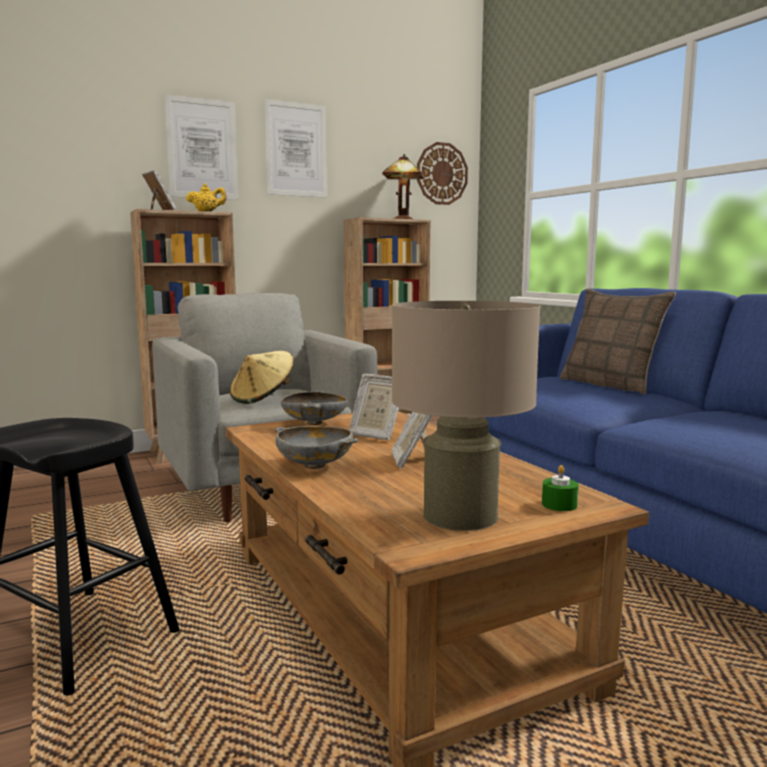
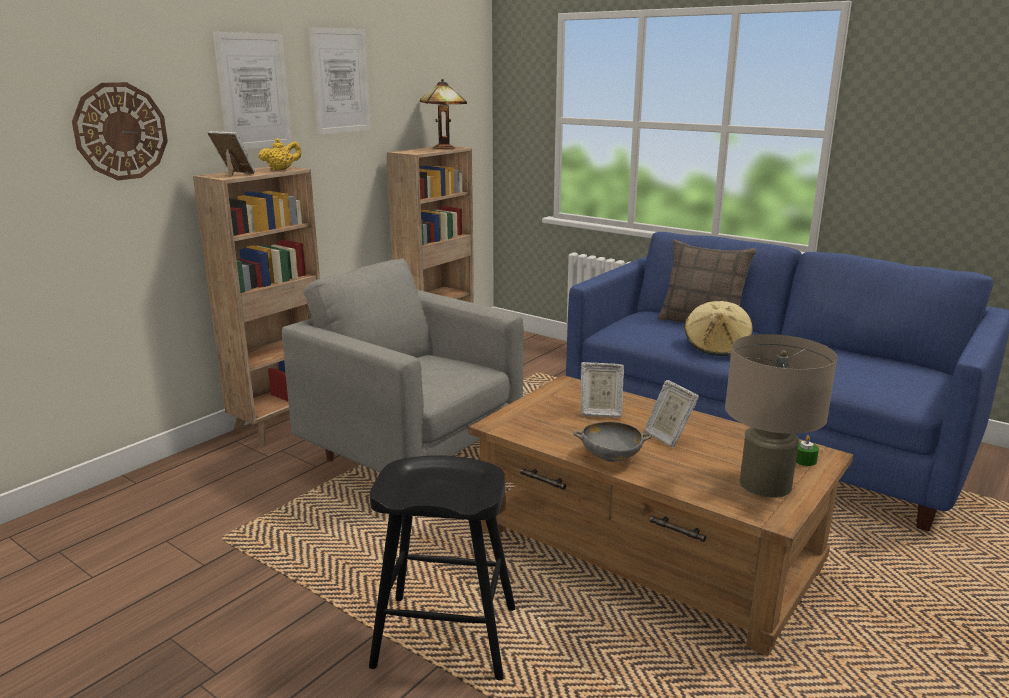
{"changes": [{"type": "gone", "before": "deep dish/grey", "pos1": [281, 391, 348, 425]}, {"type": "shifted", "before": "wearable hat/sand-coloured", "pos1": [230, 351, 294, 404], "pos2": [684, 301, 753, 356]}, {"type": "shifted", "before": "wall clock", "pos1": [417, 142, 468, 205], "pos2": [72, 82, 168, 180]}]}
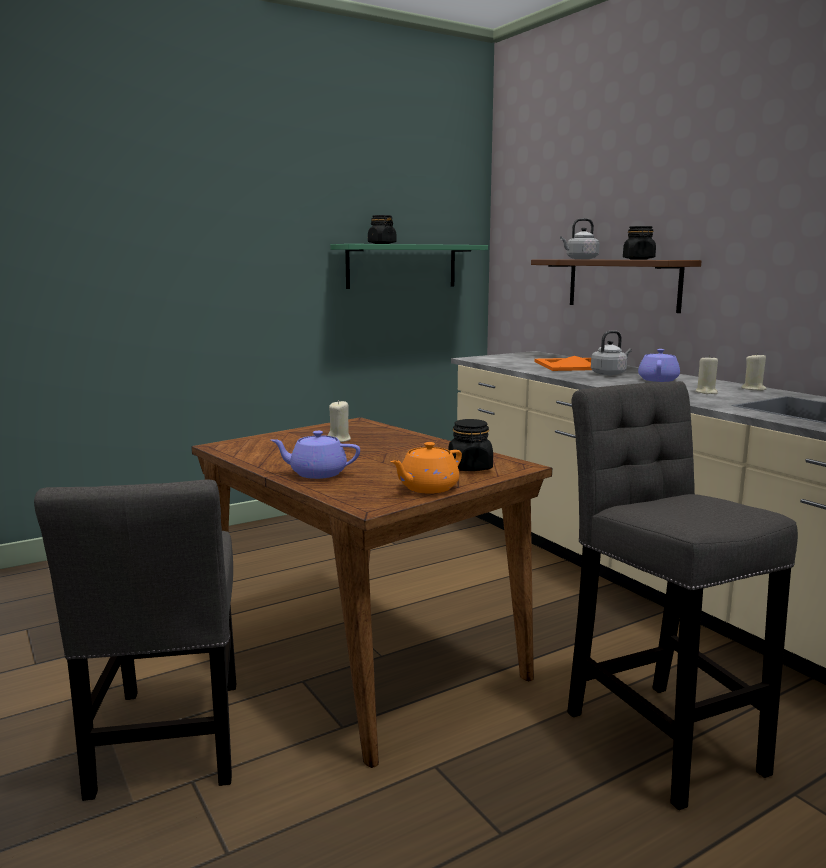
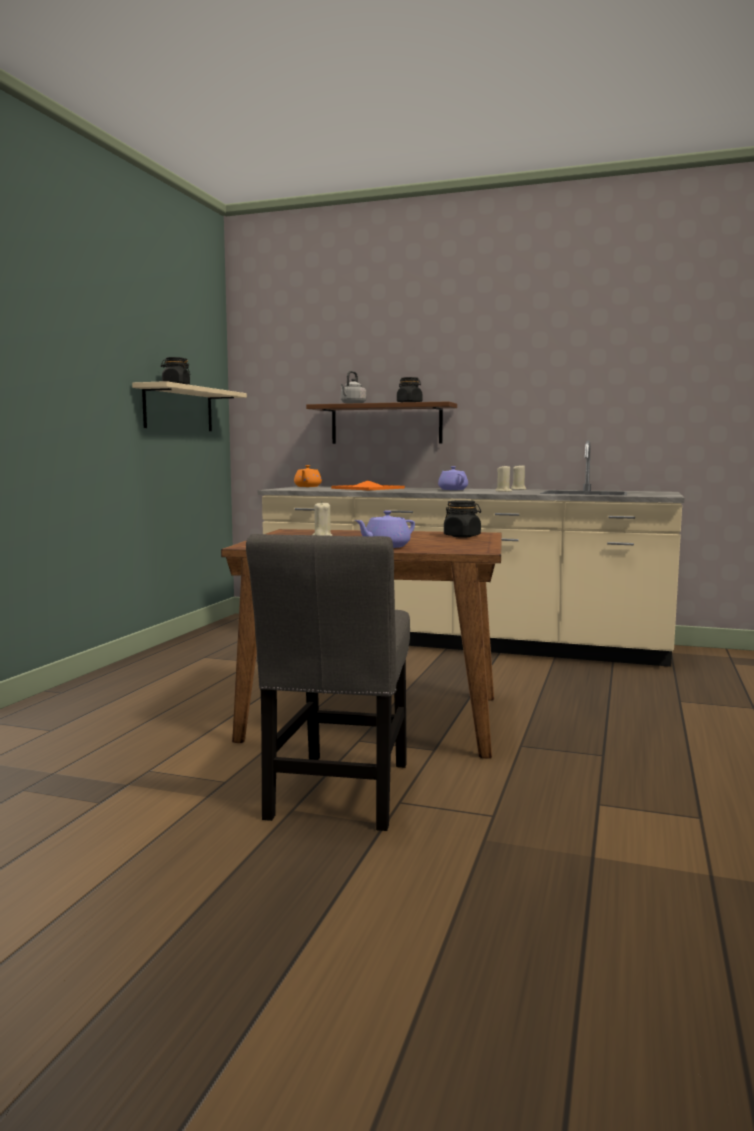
{"changes": [{"type": "gone", "before": "stool seat/grey", "pos1": [567, 381, 798, 810]}, {"type": "gone", "before": "tea kettle/grey", "pos1": [591, 331, 632, 375]}, {"type": "shifted", "before": "pot for tea/orange", "pos1": [390, 442, 462, 494], "pos2": [294, 465, 322, 487]}, {"type": "repainted", "before": "shelf/green", "after": "shelf/sand-coloured", "pos1": [331, 244, 488, 289], "pos2": [132, 381, 247, 431]}, {"type": "rotated", "before": "chair/grey", "pos1": [34, 479, 236, 801], "pos2": [246, 534, 410, 831], "turn": 60}]}
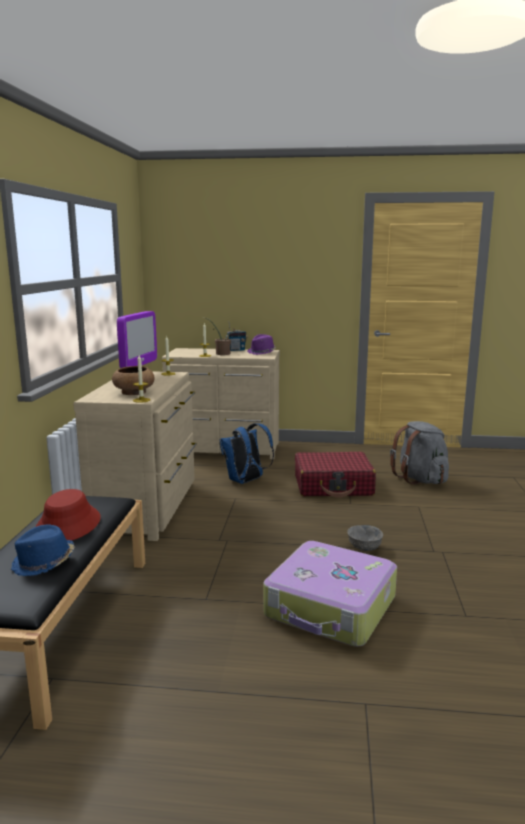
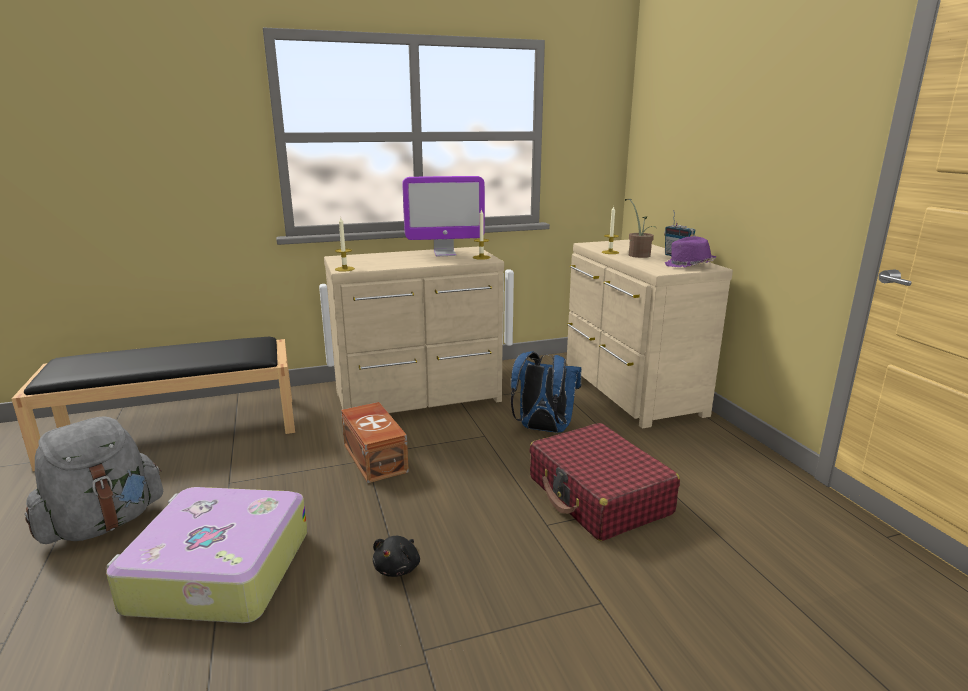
{"changes": [{"type": "gone", "before": "wearable hat/bluish", "pos1": [11, 524, 75, 576]}, {"type": "gone", "before": "wearable hat/red", "pos1": [36, 489, 101, 541]}, {"type": "gone", "before": "deep dish/brown-coloured", "pos1": [112, 366, 154, 395]}, {"type": "new", "after": "storage box/brown-coloured", "pos2": [341, 402, 409, 483]}, {"type": "shifted", "before": "backpack/grey", "pos1": [390, 421, 449, 485], "pos2": [25, 416, 163, 544]}, {"type": "swapped", "before": "deep dish/grey", "after": "soft toy/black-coloured", "pos1": [347, 525, 383, 551], "pos2": [373, 536, 420, 577]}]}
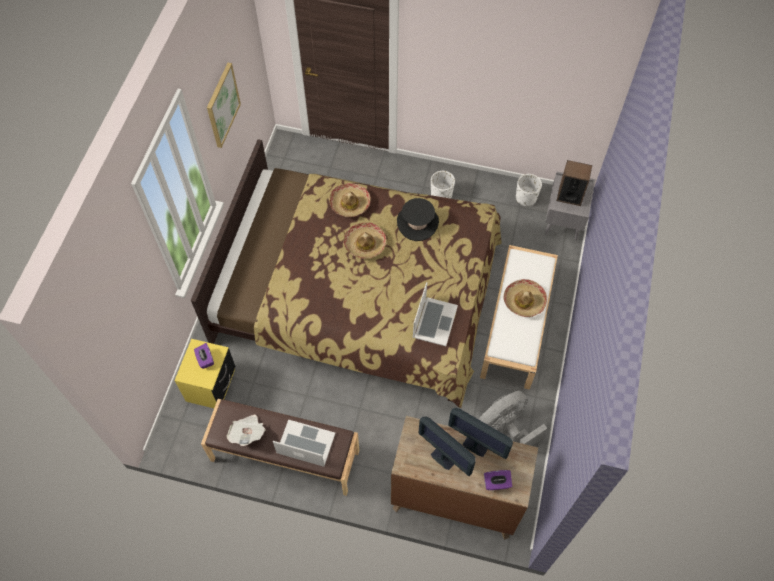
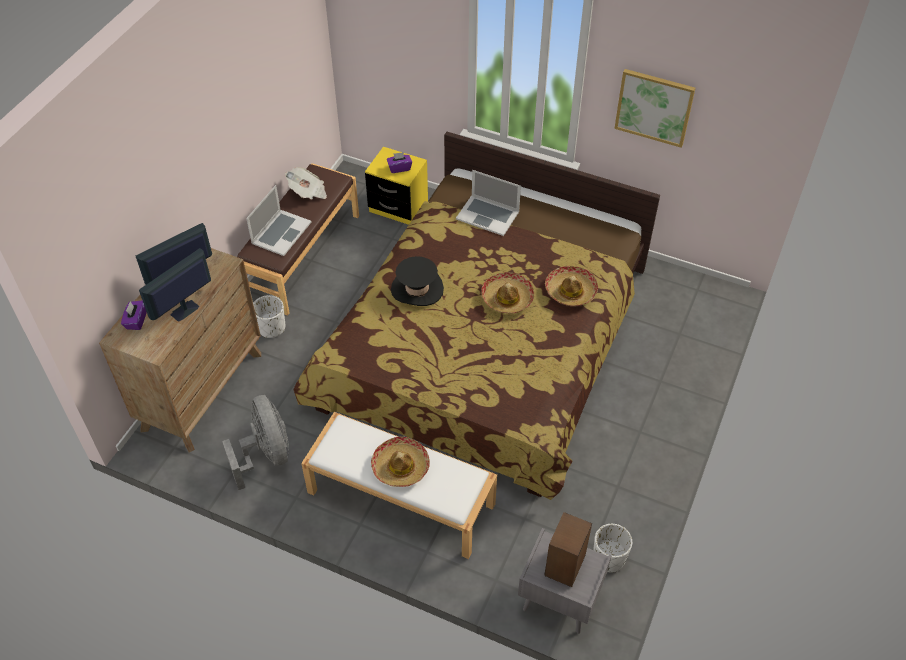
{"changes": [{"type": "shifted", "before": "wearable hat/black-coloured", "pos1": [397, 198, 439, 241], "pos2": [391, 256, 444, 306]}, {"type": "shifted", "before": "portable computer", "pos1": [413, 282, 458, 346], "pos2": [456, 170, 521, 236]}, {"type": "shifted", "before": "flower pot/white", "pos1": [431, 171, 455, 199], "pos2": [253, 295, 285, 338]}]}
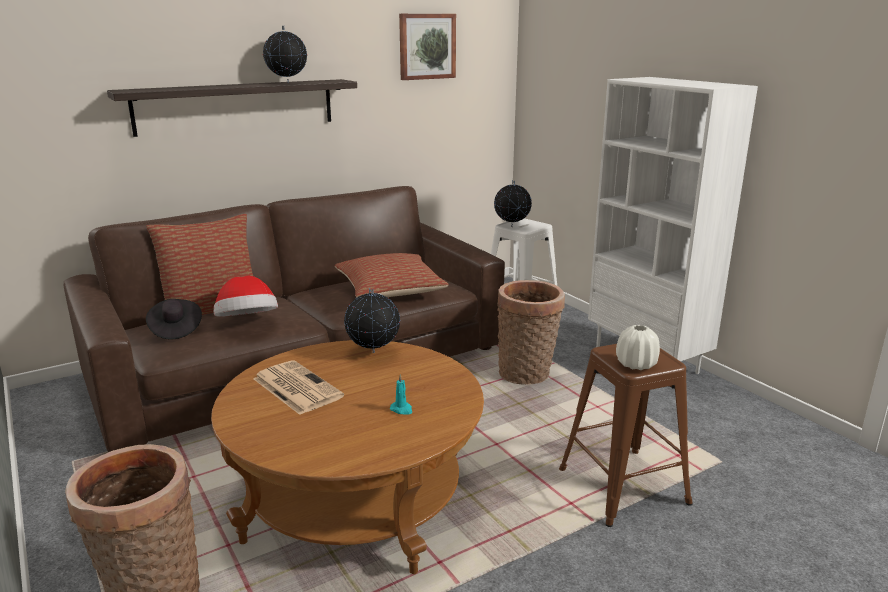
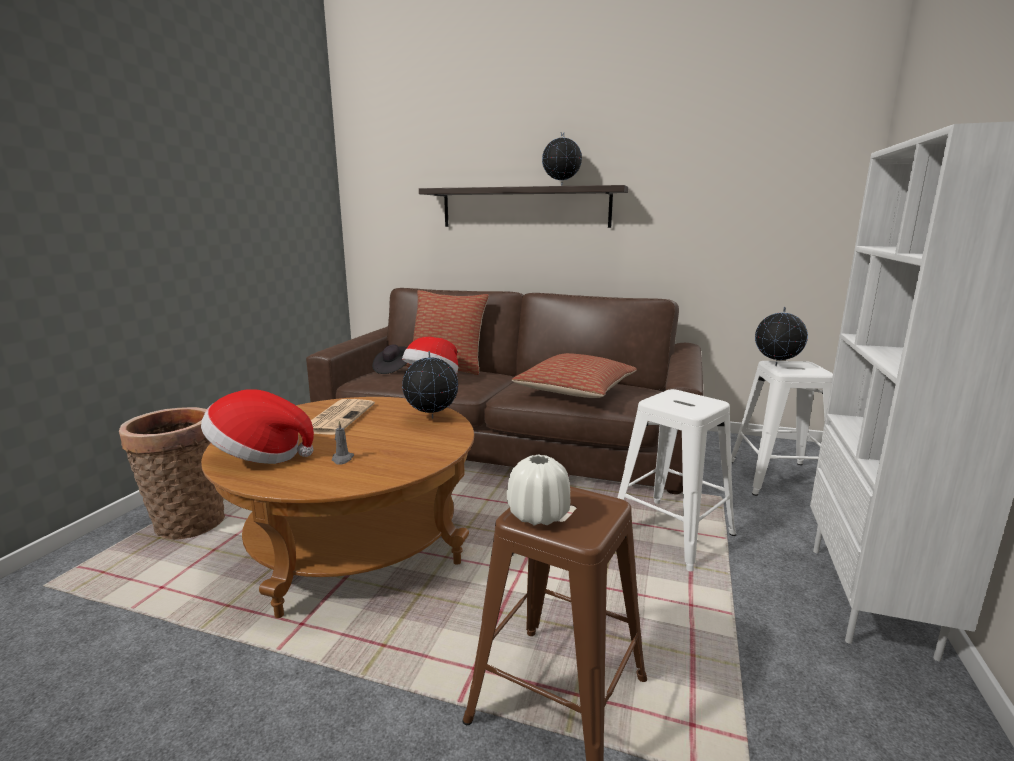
{"changes": [{"type": "gone", "before": "picture", "pos1": [399, 14, 456, 80]}, {"type": "new", "after": "wearable hat", "pos2": [201, 389, 314, 464]}, {"type": "swapped", "before": "household basket", "after": "stool seat/white", "pos1": [497, 280, 565, 385], "pos2": [618, 389, 736, 571]}, {"type": "repainted", "before": "wax light/turquoise-coloured", "after": "wax light/grey", "pos1": [390, 374, 412, 415], "pos2": [332, 421, 354, 465]}]}
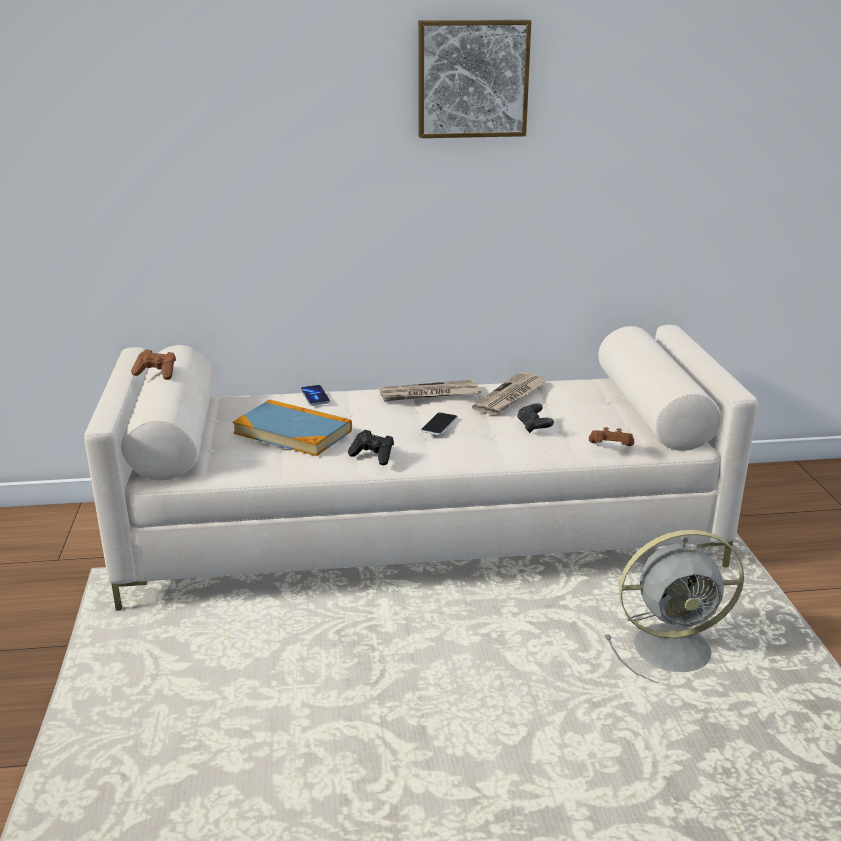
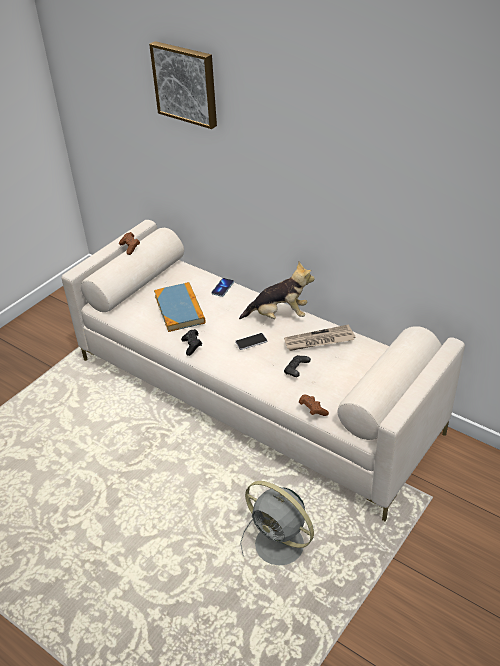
{"changes": [{"type": "shifted", "before": "picture", "pos1": [418, 20, 531, 138], "pos2": [149, 41, 217, 129]}, {"type": "swapped", "before": "newspaper", "after": "soft toy", "pos1": [379, 379, 481, 401], "pos2": [239, 261, 315, 319]}]}
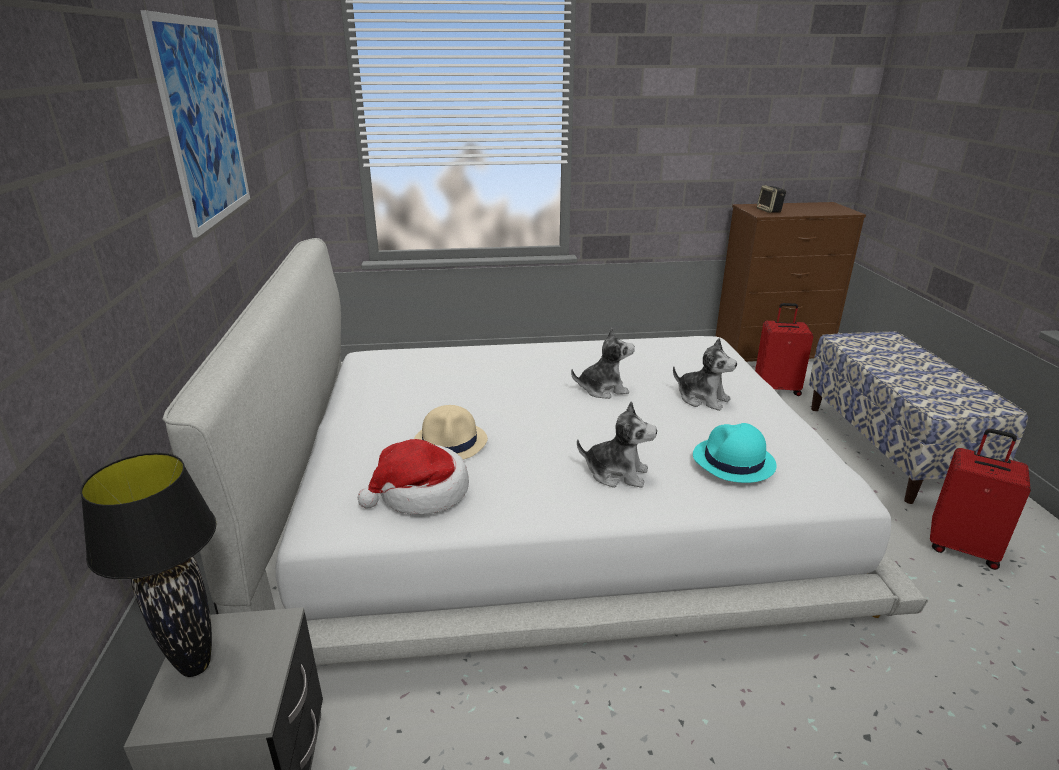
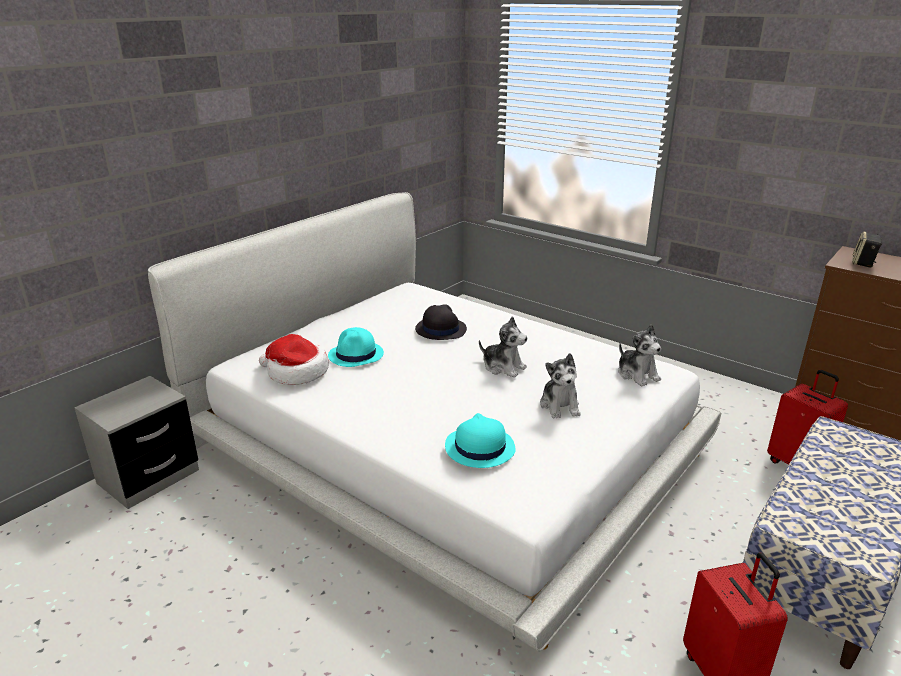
{"changes": [{"type": "gone", "before": "tabletop lamp/black-coloured", "pos1": [80, 453, 217, 677]}, {"type": "gone", "before": "picture", "pos1": [140, 10, 250, 238]}, {"type": "new", "after": "wearable hat/black-coloured", "pos2": [415, 304, 467, 340]}, {"type": "shifted", "before": "soft toy", "pos1": [577, 401, 657, 488], "pos2": [618, 324, 662, 386]}, {"type": "repainted", "before": "wearable hat/sand-coloured", "after": "wearable hat/turquoise-coloured", "pos1": [414, 405, 488, 460], "pos2": [328, 327, 384, 367]}]}
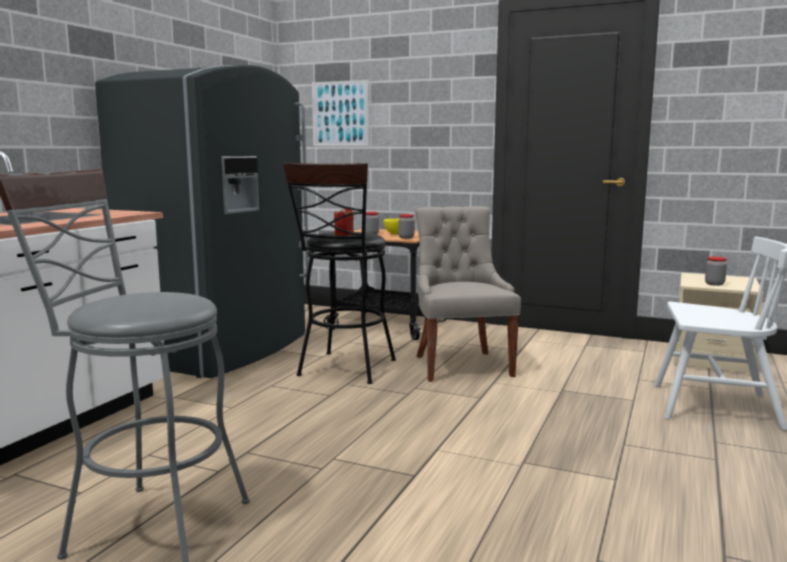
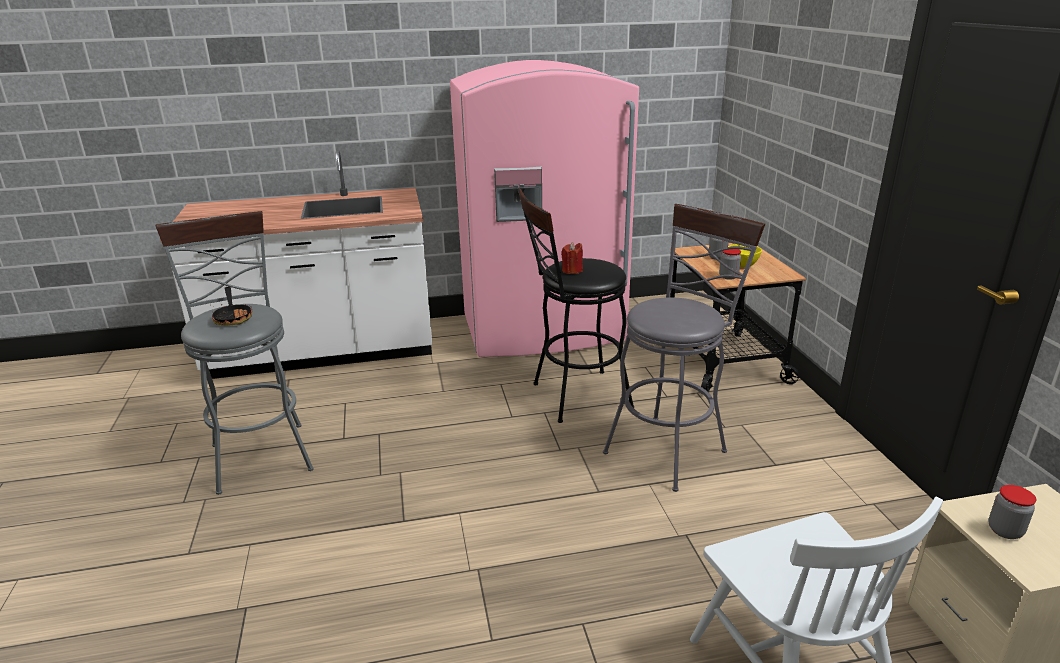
{"changes": [{"type": "gone", "before": "picture", "pos1": [312, 80, 369, 146]}, {"type": "new", "after": "skillet", "pos2": [212, 287, 252, 326]}, {"type": "swapped", "before": "chair/grey", "after": "stool seat/grey", "pos1": [415, 206, 521, 382], "pos2": [603, 204, 765, 492]}, {"type": "repainted", "before": "fridge/grey", "after": "fridge/pinkish", "pos1": [95, 65, 309, 378], "pos2": [450, 60, 639, 357]}]}
